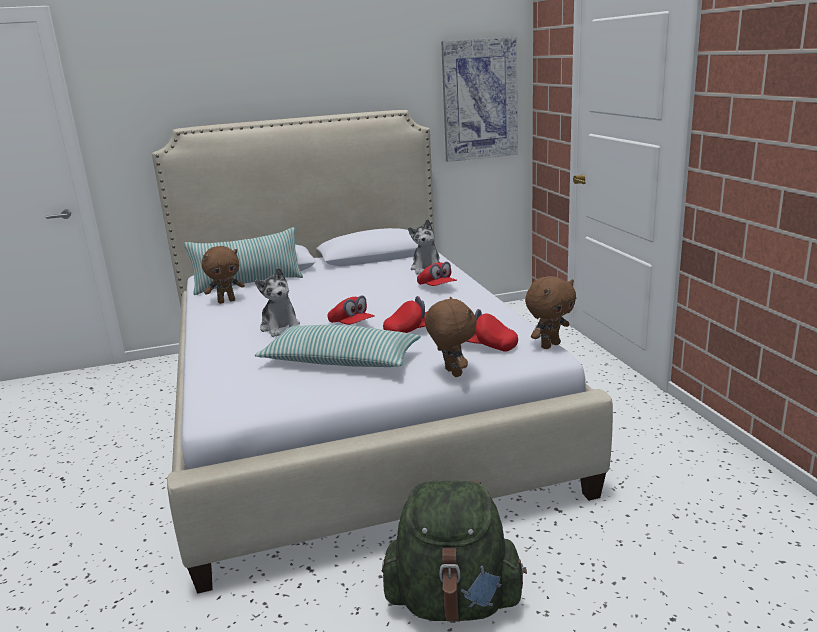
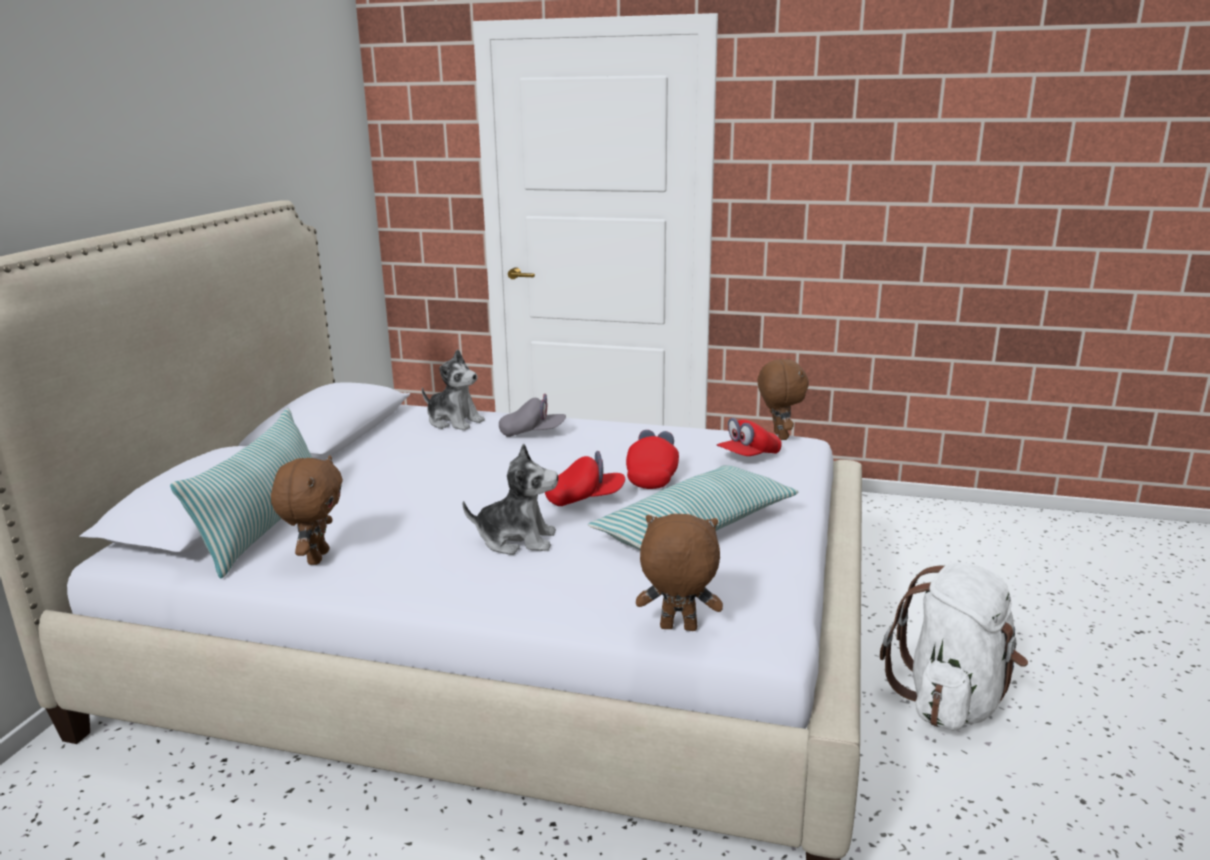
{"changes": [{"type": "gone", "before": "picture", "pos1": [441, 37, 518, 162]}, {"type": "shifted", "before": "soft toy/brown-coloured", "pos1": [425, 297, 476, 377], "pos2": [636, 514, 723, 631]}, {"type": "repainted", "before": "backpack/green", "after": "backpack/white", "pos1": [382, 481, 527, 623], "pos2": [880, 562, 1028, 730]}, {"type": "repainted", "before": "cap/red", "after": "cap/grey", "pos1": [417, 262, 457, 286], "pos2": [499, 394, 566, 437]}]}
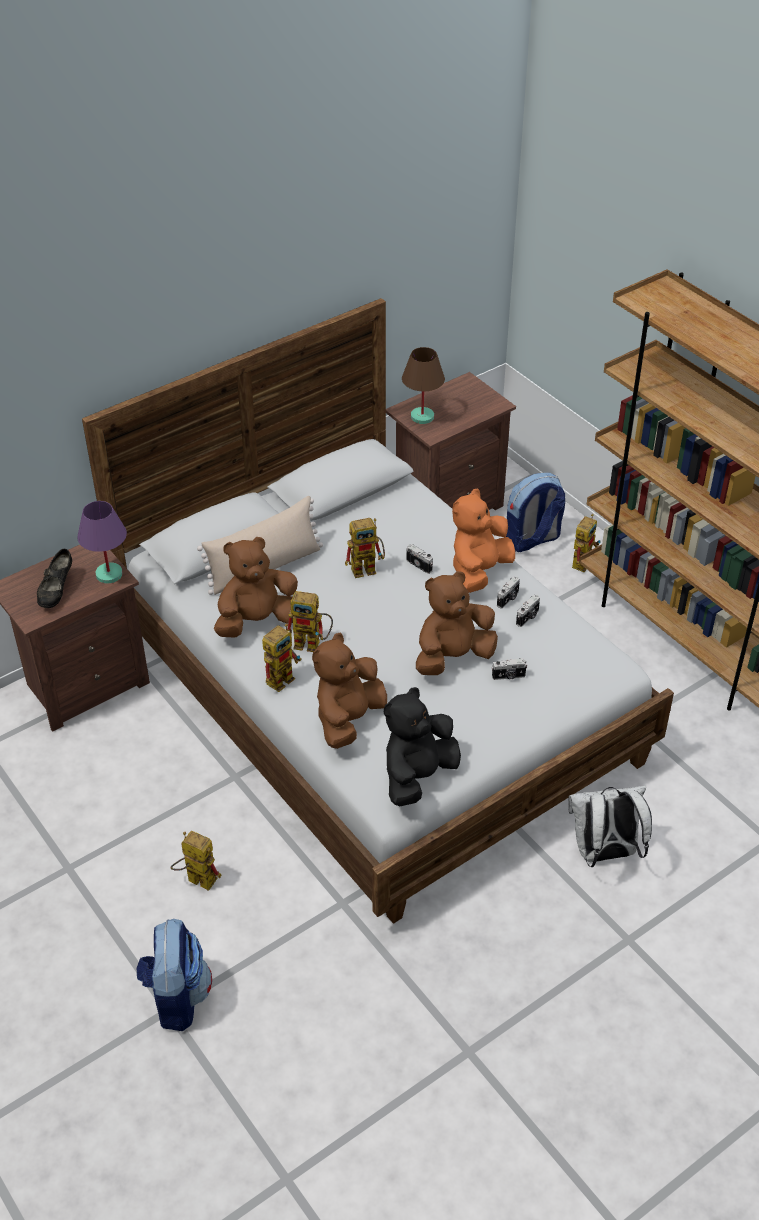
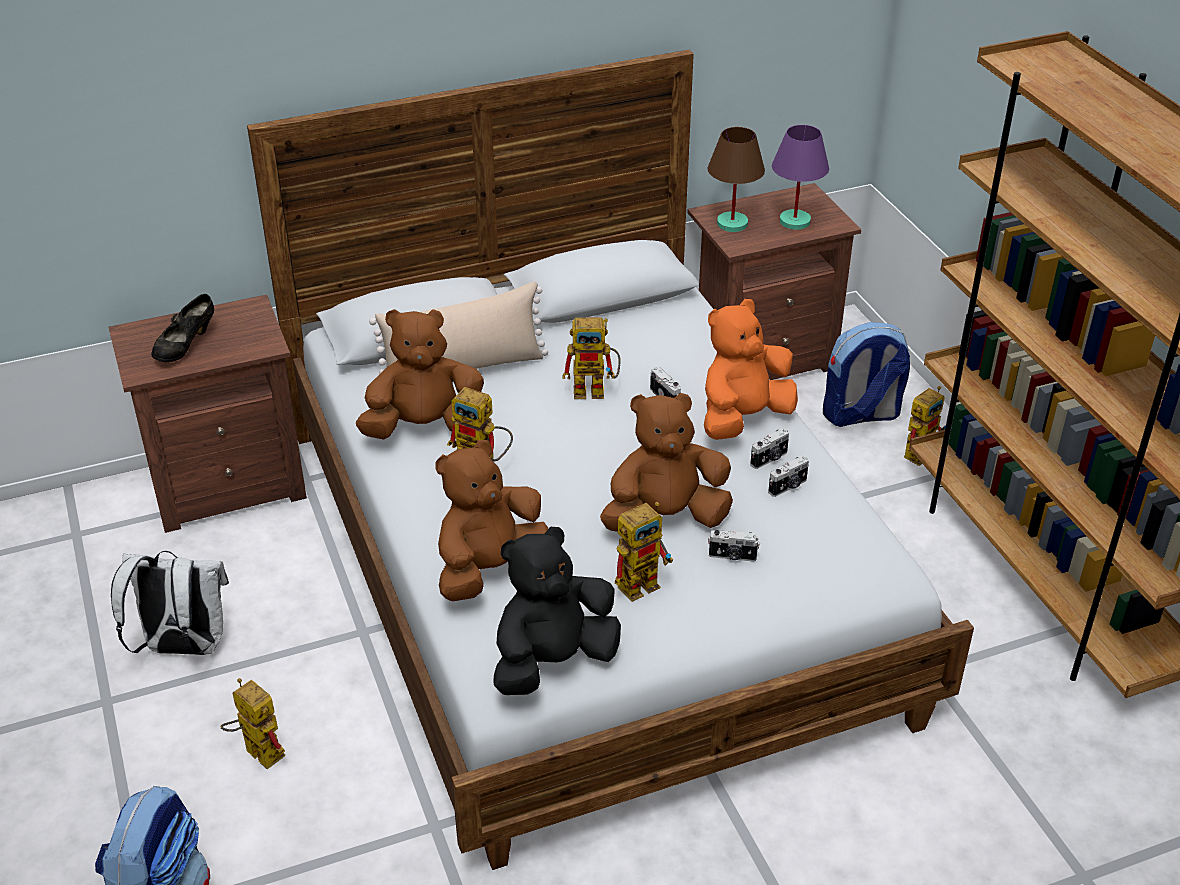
{"changes": [{"type": "shifted", "before": "tabletop lamp/purple-coloured", "pos1": [77, 501, 127, 583], "pos2": [772, 125, 829, 230]}, {"type": "shifted", "before": "toy robot", "pos1": [262, 623, 301, 692], "pos2": [615, 502, 673, 602]}, {"type": "shifted", "before": "backpack/white", "pos1": [568, 786, 652, 867], "pos2": [111, 551, 229, 655]}]}
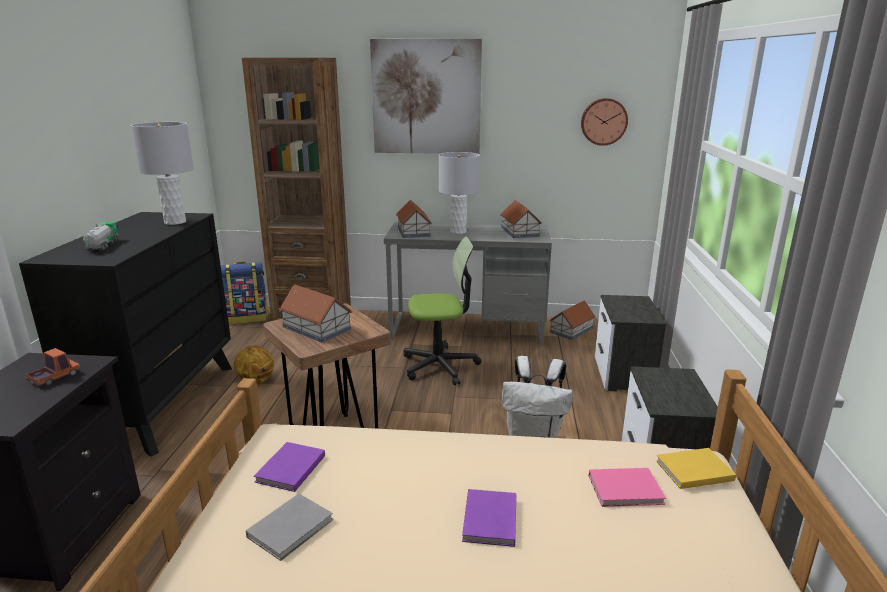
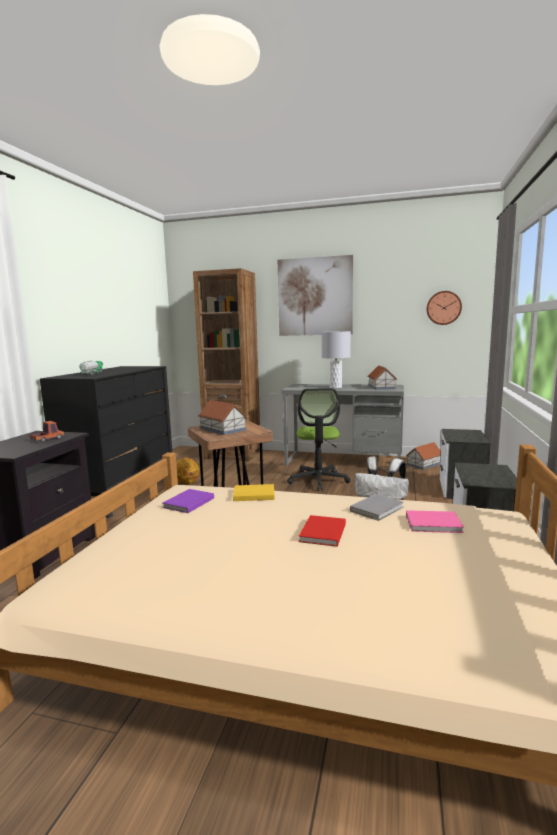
{"changes": [{"type": "gone", "before": "tabletop lamp/grey", "pos1": [130, 122, 194, 225]}, {"type": "gone", "before": "backpack", "pos1": [221, 261, 268, 324]}, {"type": "gone", "before": "miniature house", "pos1": [396, 200, 432, 238]}, {"type": "shifted", "before": "bound book/grey", "pos1": [246, 493, 333, 561], "pos2": [350, 494, 404, 521]}, {"type": "shifted", "before": "bound book/yellow-coloured", "pos1": [656, 448, 736, 489], "pos2": [233, 484, 275, 501]}, {"type": "repainted", "before": "bound book/purple-coloured", "after": "bound book/red", "pos1": [462, 489, 516, 547], "pos2": [299, 515, 346, 547]}, {"type": "rotated", "before": "office chair", "pos1": [403, 236, 481, 385], "pos2": [287, 388, 351, 491], "turn": 90}]}
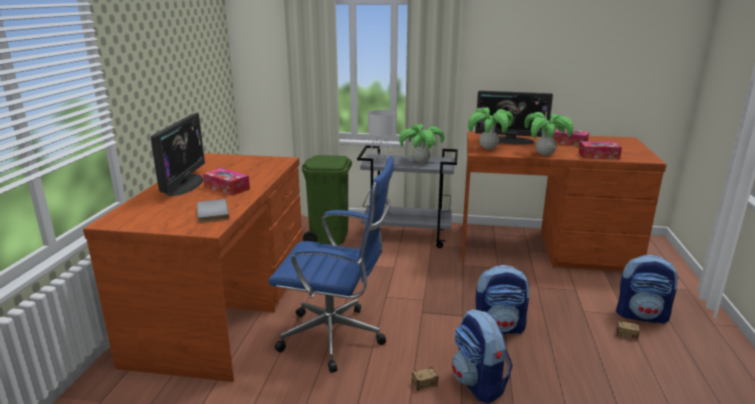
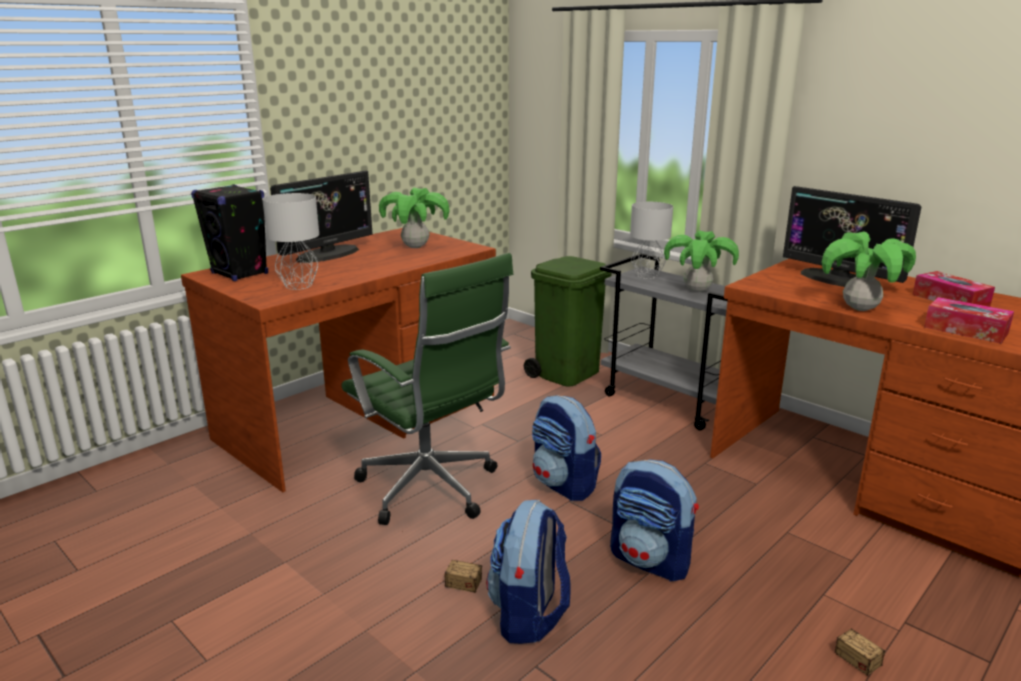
{"changes": [{"type": "gone", "before": "tissue holder", "pos1": [203, 168, 250, 196]}, {"type": "new", "after": "audio speaker/black-coloured", "pos2": [191, 184, 268, 281]}, {"type": "shifted", "before": "houseplant", "pos1": [468, 107, 513, 150], "pos2": [379, 188, 450, 248]}, {"type": "shifted", "before": "backpack", "pos1": [616, 255, 679, 324], "pos2": [532, 395, 601, 501]}, {"type": "swapped", "before": "bound book/grey", "after": "tabletop lamp/grey", "pos1": [197, 199, 229, 223], "pos2": [262, 193, 319, 290]}, {"type": "repainted", "before": "office chair/bluish", "after": "office chair/green", "pos1": [268, 156, 394, 373], "pos2": [342, 253, 513, 525]}]}
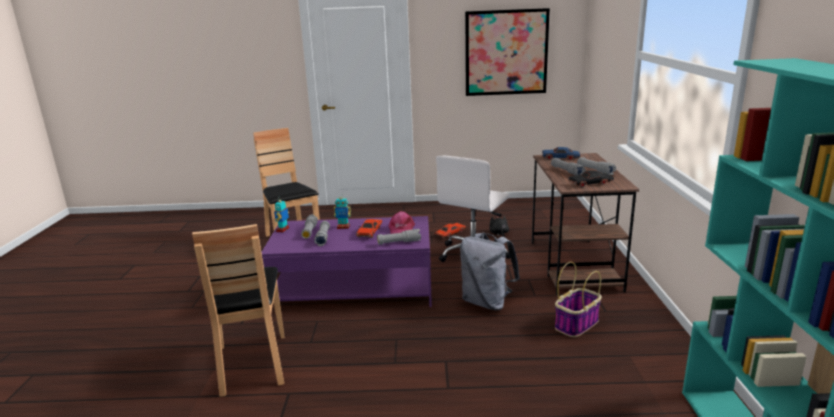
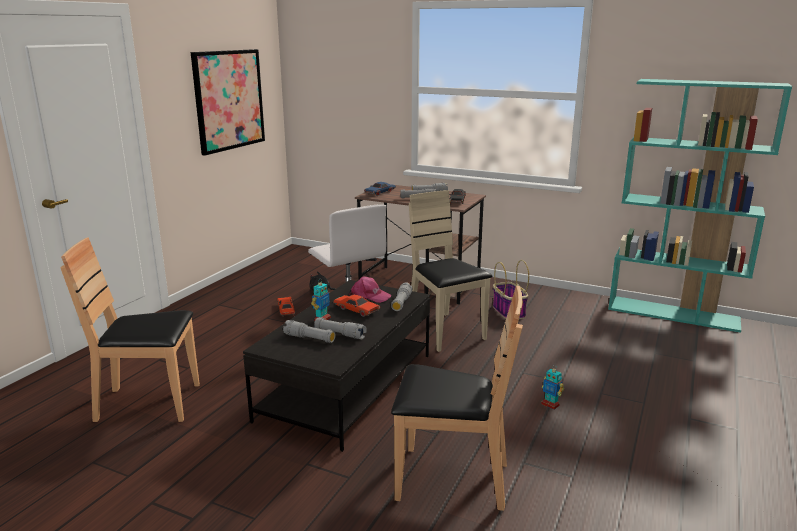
{"changes": [{"type": "shifted", "before": "toy robot", "pos1": [274, 198, 289, 233], "pos2": [541, 365, 564, 410]}, {"type": "swapped", "before": "backpack/grey", "after": "chair/sand-coloured", "pos1": [460, 233, 520, 310], "pos2": [409, 190, 492, 352]}, {"type": "repainted", "before": "lounge table/purple-coloured", "after": "lounge table/black-coloured", "pos1": [262, 216, 432, 307], "pos2": [243, 280, 430, 452]}]}
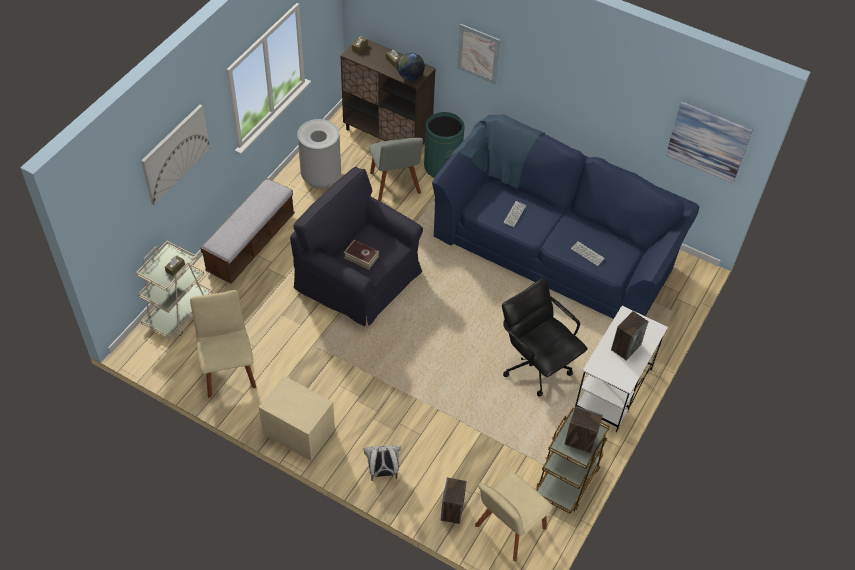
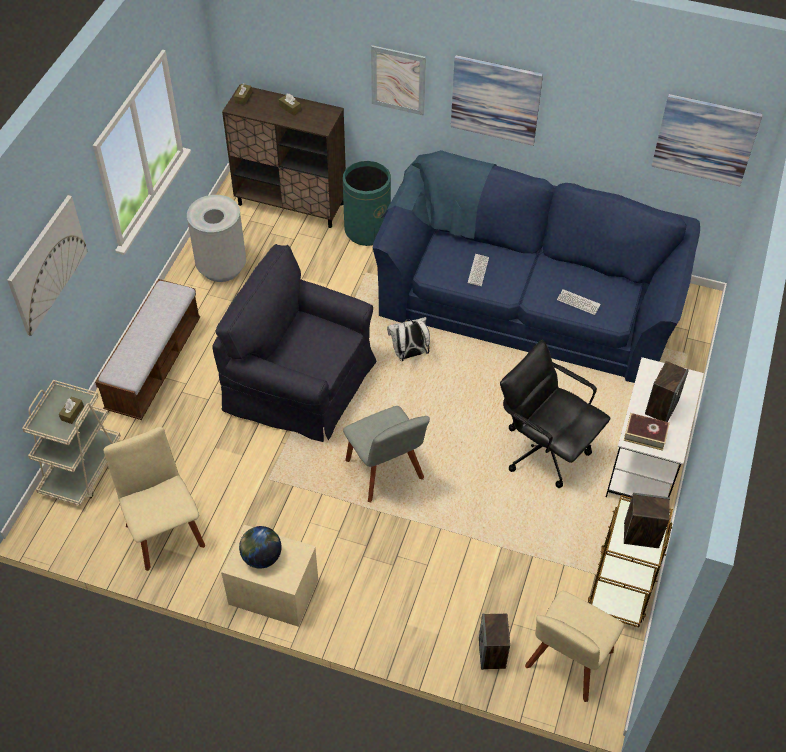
{"changes": [{"type": "new", "after": "picture", "pos2": [451, 55, 543, 146]}, {"type": "shifted", "before": "bound book", "pos1": [344, 240, 379, 270], "pos2": [624, 413, 670, 451]}, {"type": "shifted", "before": "backpack/white", "pos1": [364, 446, 401, 481], "pos2": [387, 317, 430, 361]}, {"type": "shifted", "before": "chair/grey", "pos1": [369, 138, 423, 201], "pos2": [343, 406, 430, 502]}, {"type": "shifted", "before": "globe", "pos1": [397, 53, 425, 81], "pos2": [239, 526, 281, 569]}]}
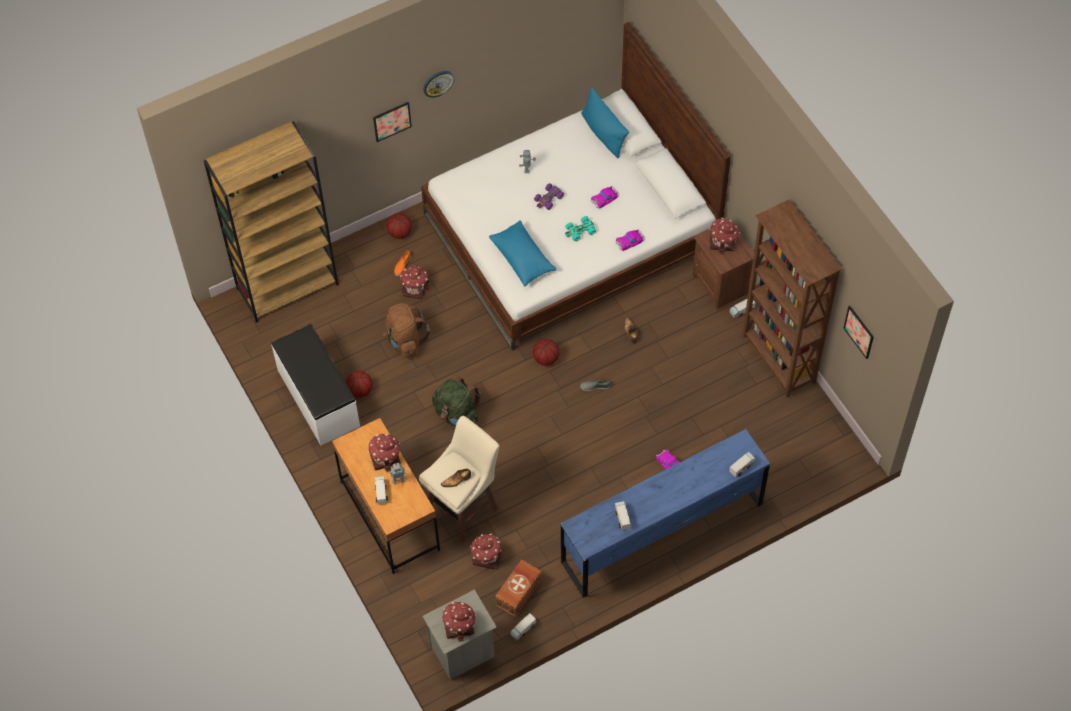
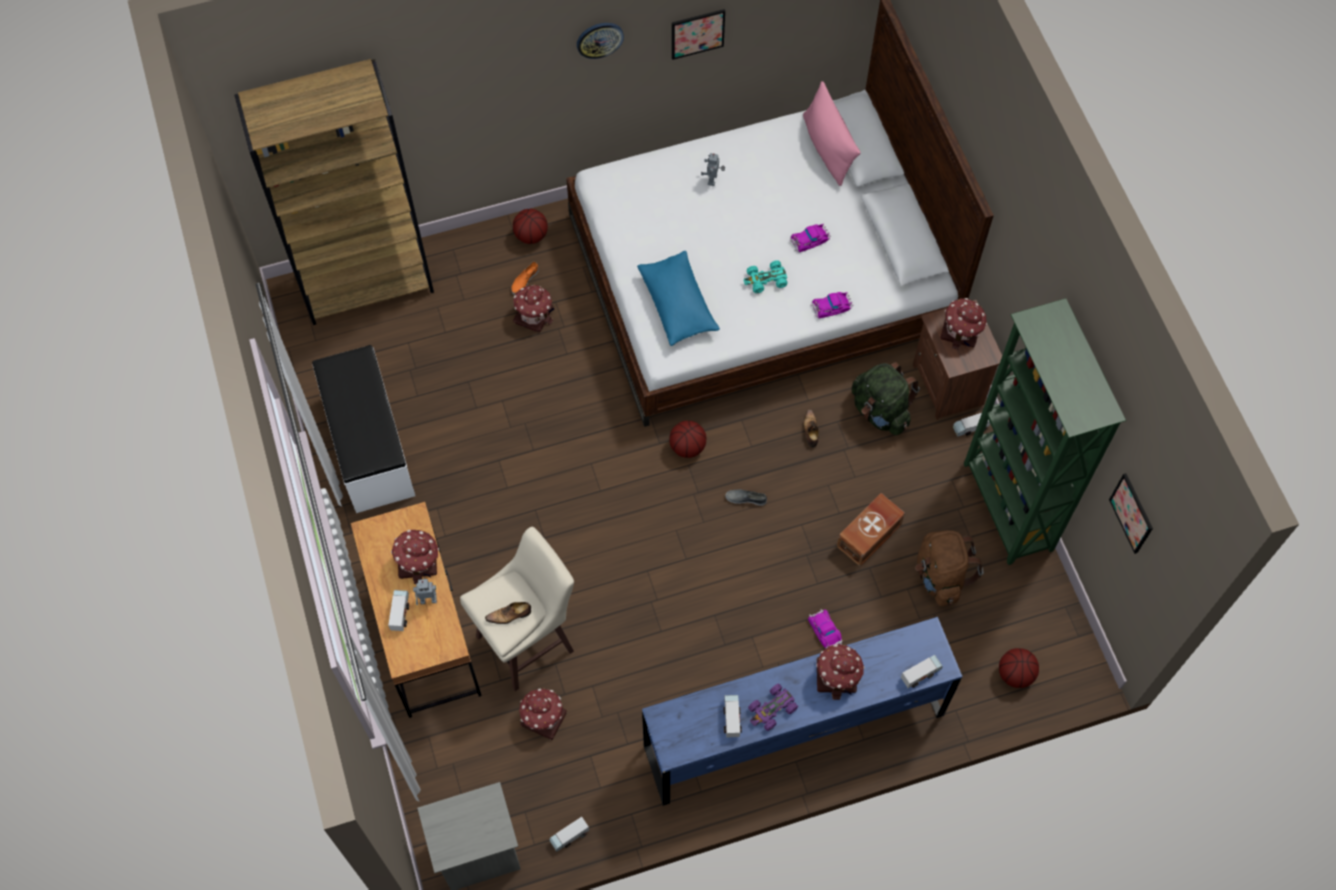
{"changes": [{"type": "shifted", "before": "basketball", "pos1": [346, 371, 373, 398], "pos2": [999, 648, 1039, 688]}, {"type": "shifted", "before": "picture", "pos1": [373, 102, 412, 142], "pos2": [672, 9, 725, 60]}, {"type": "shifted", "before": "backpack/brown-coloured", "pos1": [383, 303, 430, 358], "pos2": [915, 530, 984, 606]}, {"type": "shifted", "before": "backpack/green", "pos1": [432, 377, 481, 427], "pos2": [851, 362, 920, 436]}, {"type": "shifted", "before": "miniature house", "pos1": [442, 602, 476, 642], "pos2": [816, 644, 865, 700]}, {"type": "shifted", "before": "storage box/brown-coloured", "pos1": [495, 559, 542, 617], "pos2": [836, 493, 905, 566]}, {"type": "shifted", "before": "model car/purple-coloured", "pos1": [534, 183, 564, 210], "pos2": [748, 683, 798, 731]}, {"type": "repainted", "before": "pillow/bluish", "after": "pillow/pinkish", "pos1": [581, 88, 629, 158], "pos2": [803, 81, 861, 186]}, {"type": "repainted", "before": "shelving unit/brown-coloured", "after": "shelving unit/green", "pos1": [742, 200, 842, 398], "pos2": [964, 298, 1126, 565]}]}
